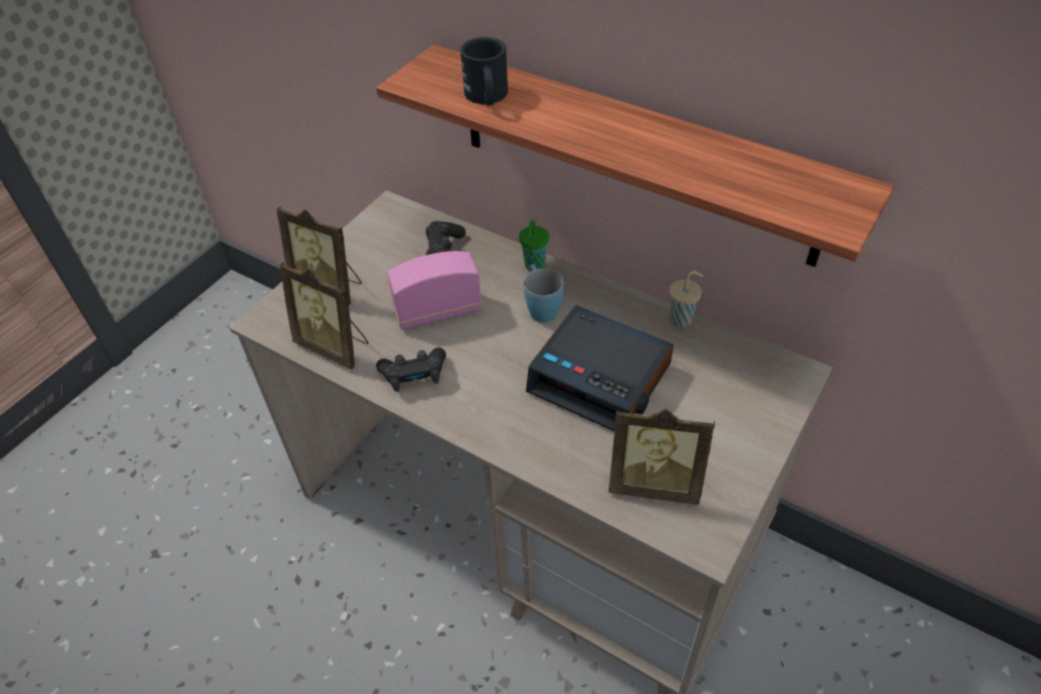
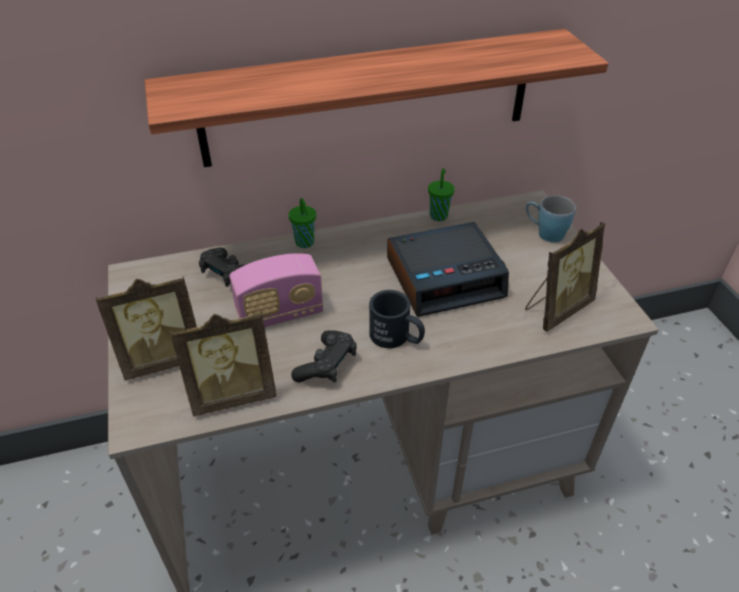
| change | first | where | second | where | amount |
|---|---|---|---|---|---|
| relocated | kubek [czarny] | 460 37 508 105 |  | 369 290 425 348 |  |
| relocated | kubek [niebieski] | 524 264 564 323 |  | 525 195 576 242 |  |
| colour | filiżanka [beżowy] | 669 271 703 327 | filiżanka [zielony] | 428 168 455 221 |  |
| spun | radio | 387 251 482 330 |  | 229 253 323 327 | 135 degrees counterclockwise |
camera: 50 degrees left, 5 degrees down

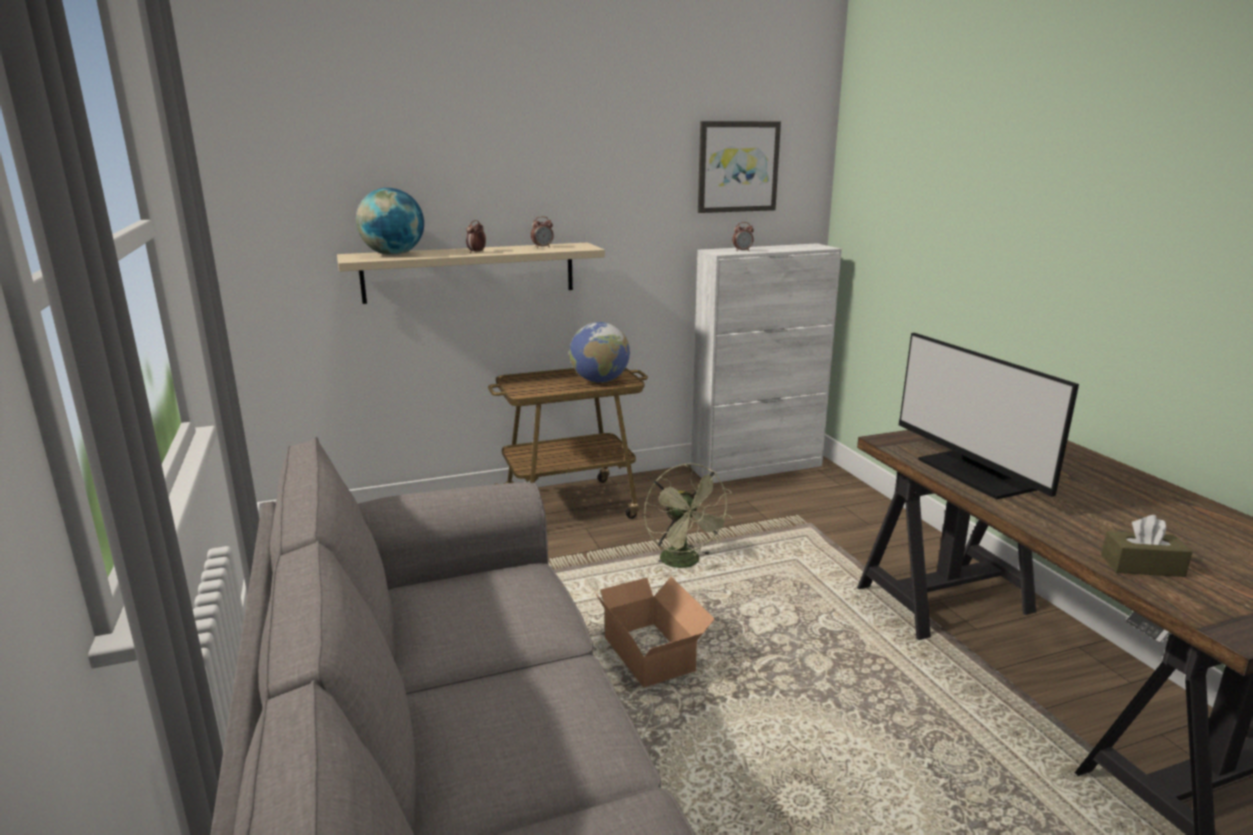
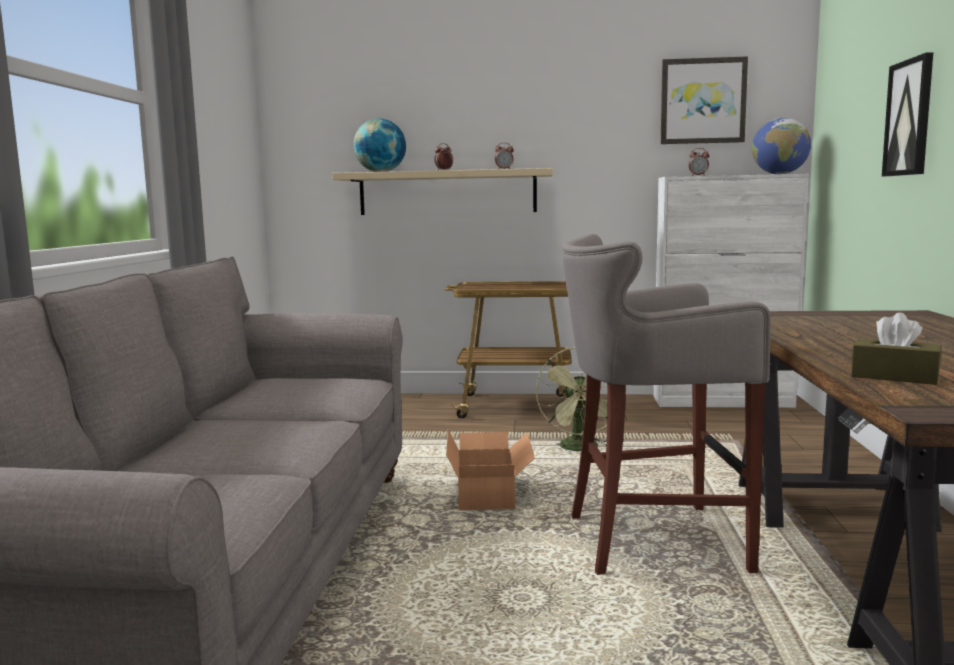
| change | first | where | second | where | amount |
|---|---|---|---|---|---|
| missing | monitor | 899 333 1079 500 |  |  |  |
| appeared |  |  | stołek [szary] | 563 234 771 575 |  |
| appeared |  |  | obraz | 882 52 933 176 |  |
| relocated | globus | 569 322 630 383 |  | 752 118 811 174 |  |
camera: 25 degrees right, 10 degrees down

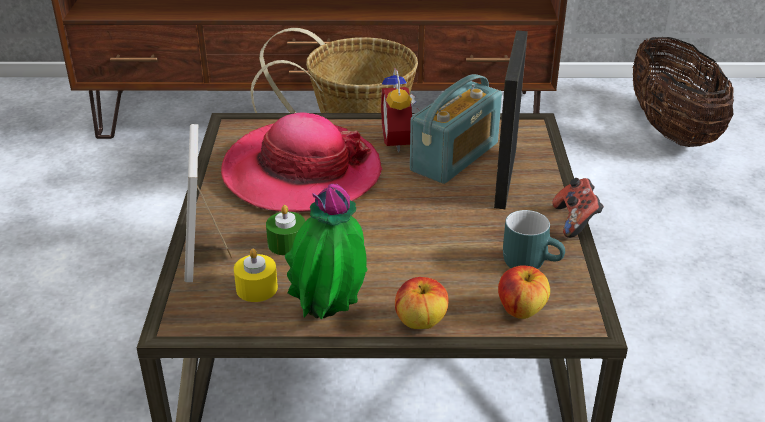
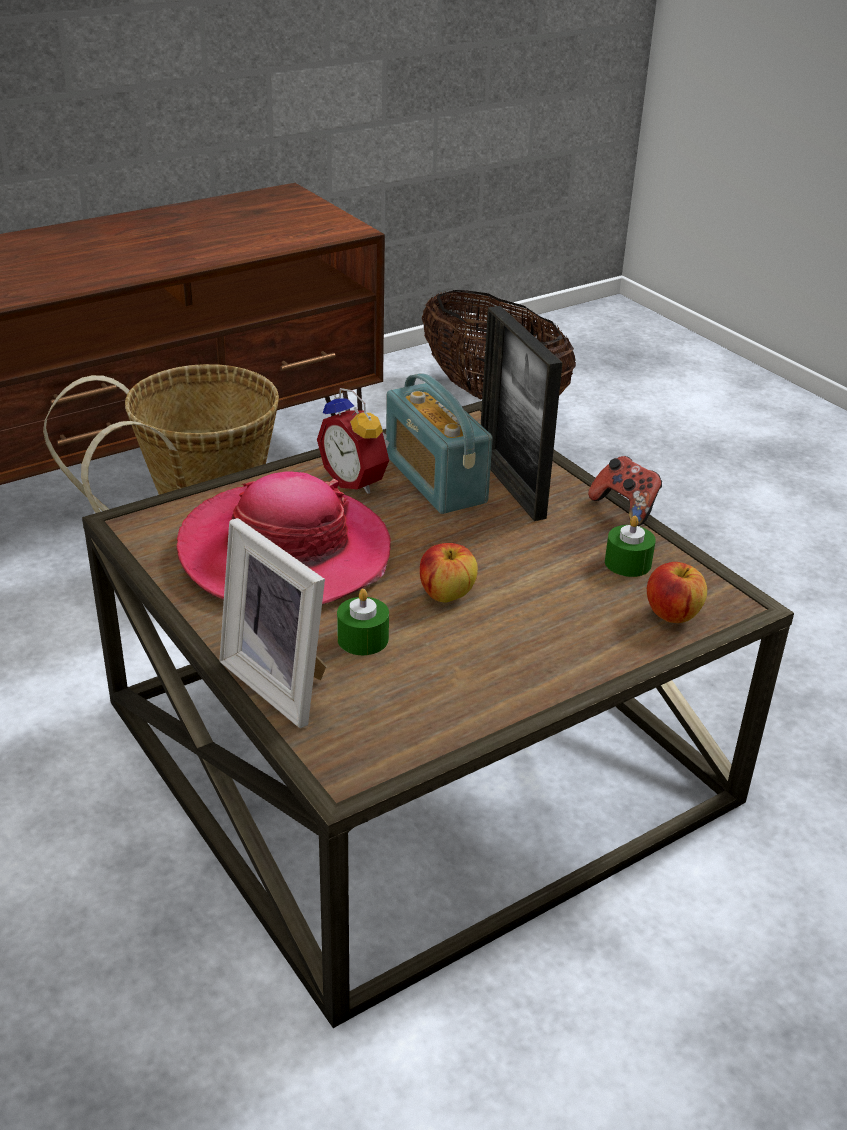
| change | first | where | second | where | amount |
|---|---|---|---|---|---|
| missing | świeca [żółty] | 234 248 278 302 |  |  |  |
| missing | roślina doniczkowa | 285 184 367 319 |  |  |  |
| relocated | jabłko | 395 277 448 329 |  | 420 543 478 603 |  |
| exchanged | kubek [turkusowy] | 503 210 565 269 | świeca [zielony] | 605 516 656 577 |  |
| spun | radio | 410 74 502 184 |  | 386 373 493 514 | 150 degrees clockwise |
camera: 35 degrees left, 0 degrees up

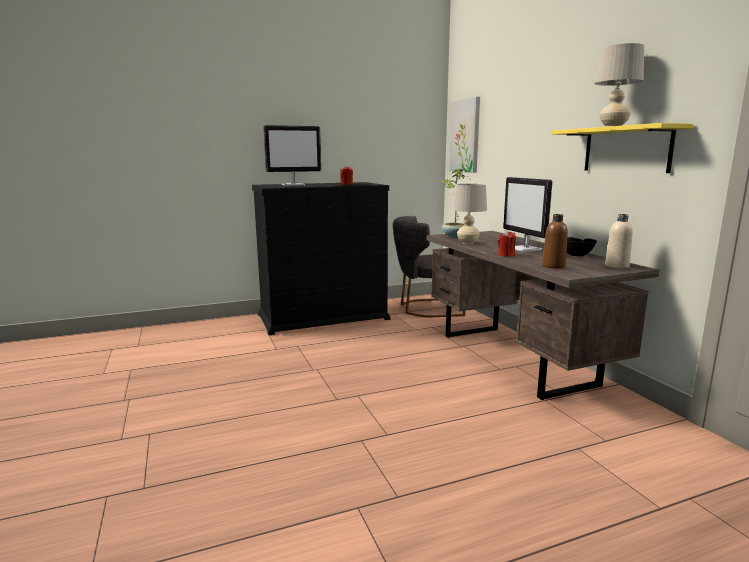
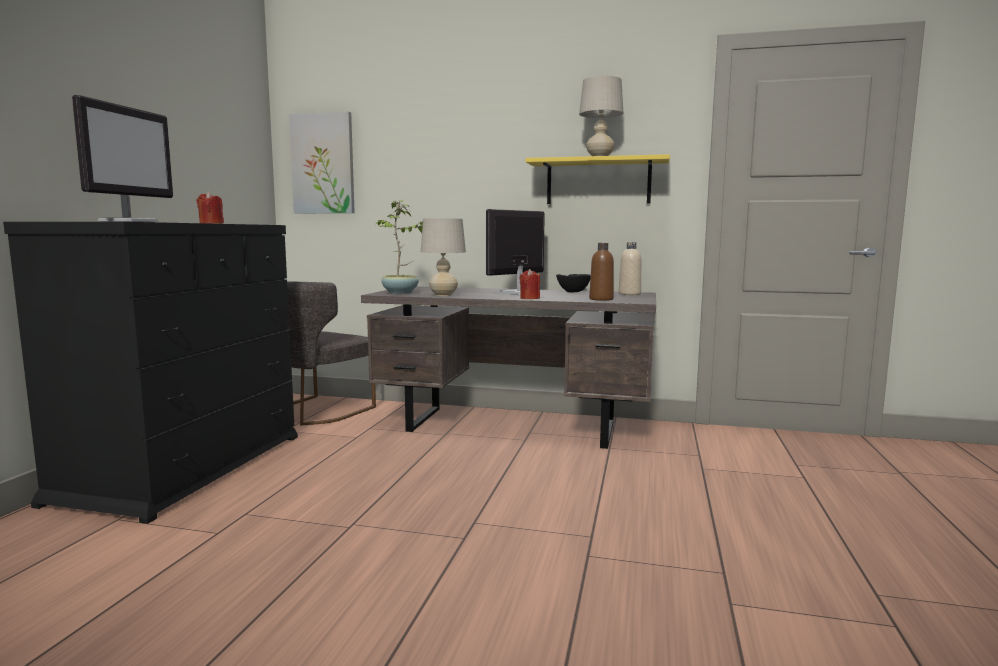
| change | first | where | second | where | amount |
|---|---|---|---|---|---|
| spun | monitor | 503 177 552 252 |  | 486 209 545 295 | 120 degrees clockwise |
camera: 55 degrees left, 5 degrees down

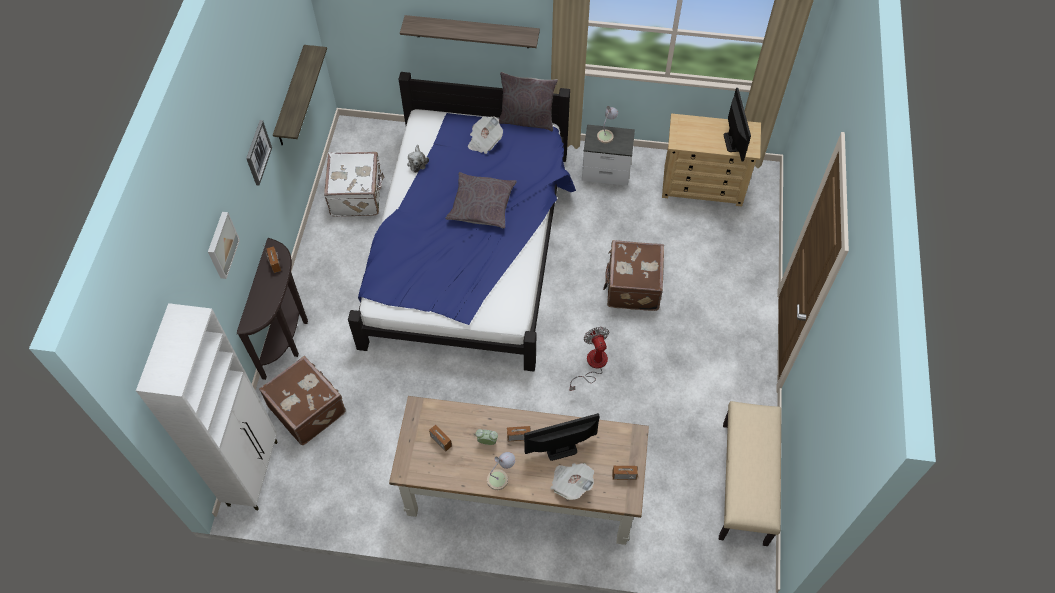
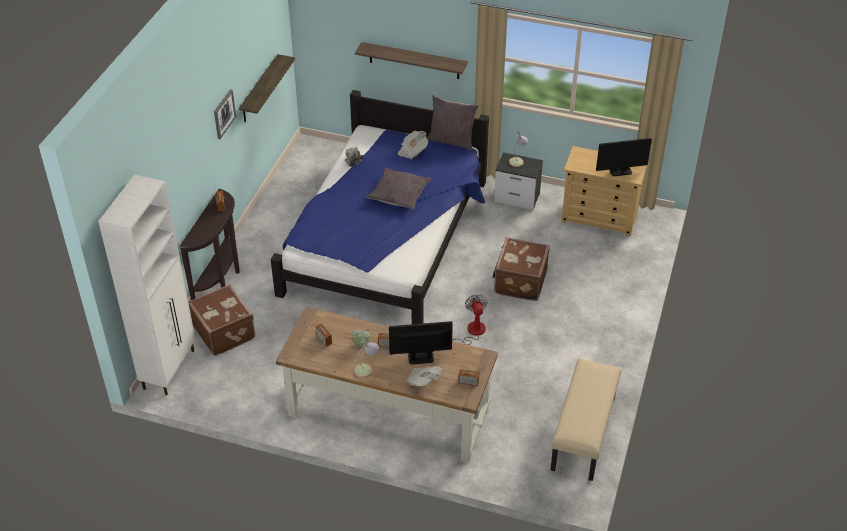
| change | first | where | second | where | amount |
|---|---|---|---|---|---|
| missing | obraz | 208 212 240 279 |  |  |  |
| missing | walizka [biały] | 324 152 384 217 |  |  |  |
| spun | monitor | 724 88 751 161 |  | 596 138 652 176 | 75 degrees clockwise |
camera: 10 degrees right, 15 degrees down

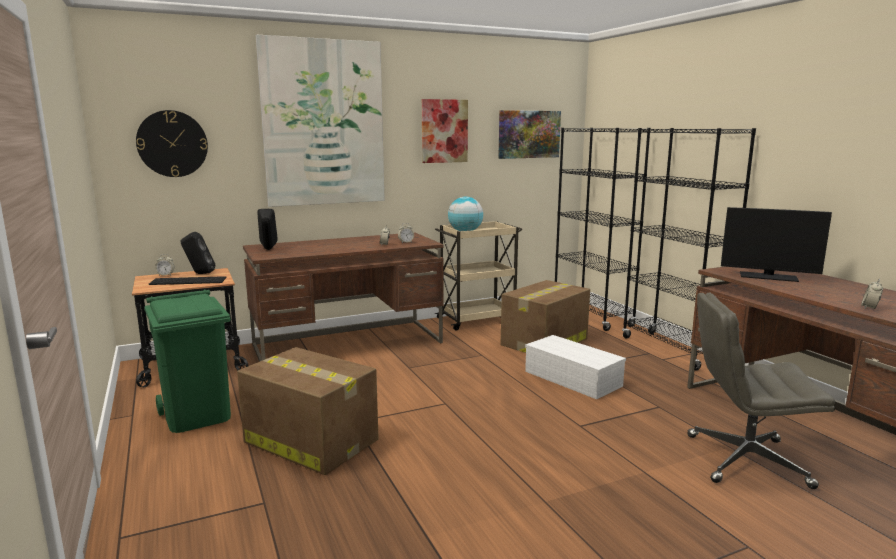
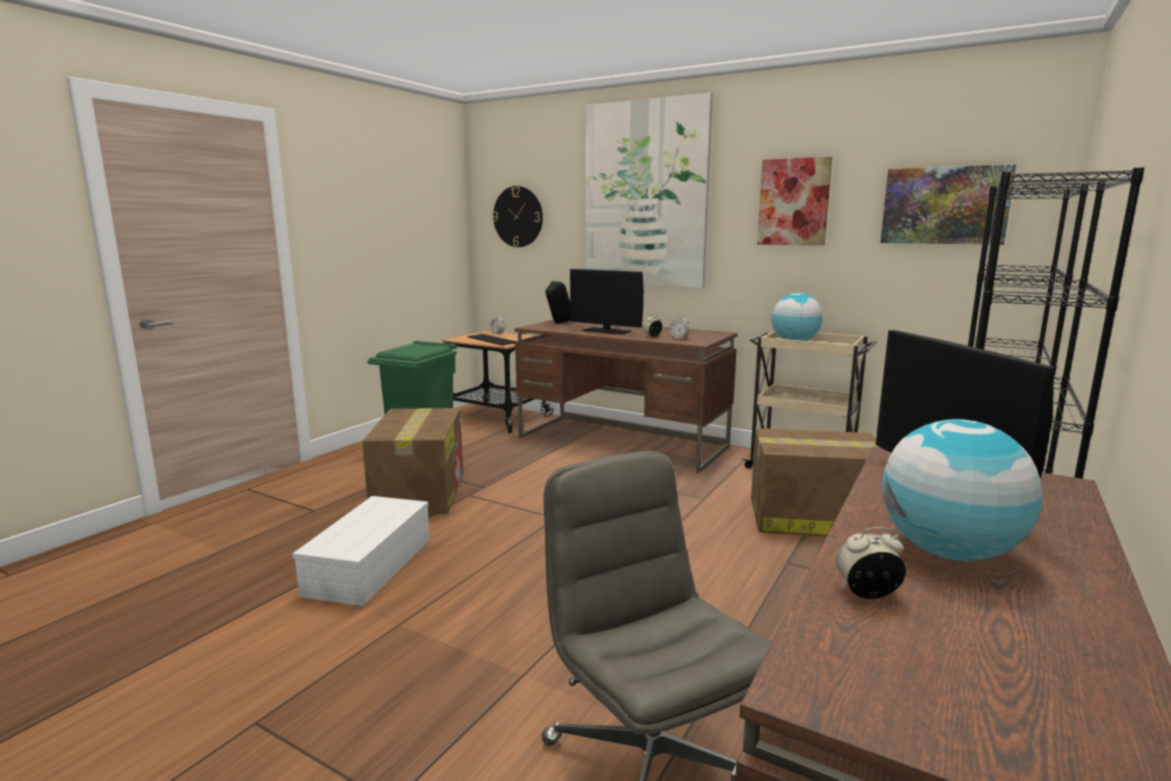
| change | first | where | second | where | amount |
|---|---|---|---|---|---|
| missing | głośnik [czarny] | 181 232 215 274 |  |  |  |
| appeared |  |  | monitor | 570 269 644 334 |  |
| appeared |  |  | globus | 882 419 1043 561 |  |
| relocated | pojemnik do przechowywania [biały] | 525 335 626 399 |  | 292 496 430 606 |  |
camera: 55 degrees right, 0 degrees up

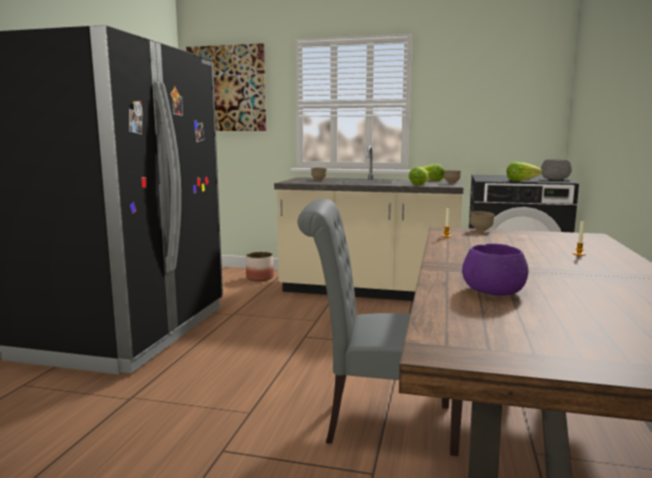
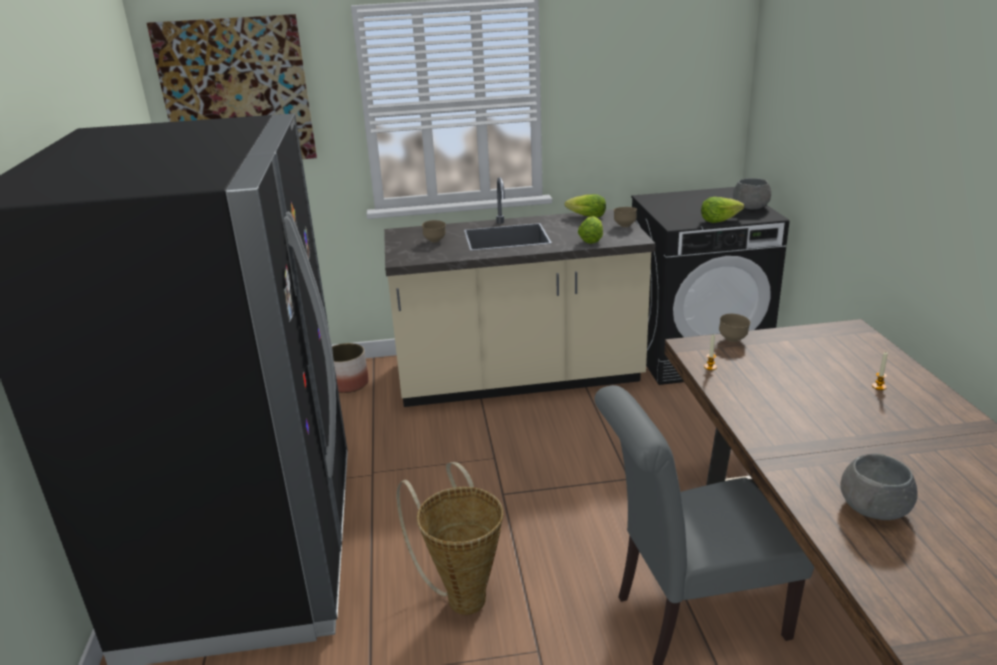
| change | first | where | second | where | amount |
|---|---|---|---|---|---|
| appeared |  |  | koszyk | 397 462 503 615 |  |
| colour | miska [fioletowy] | 462 244 529 296 | miska [szary] | 840 453 918 520 |  |
camera: 20 degrees left, 15 degrees up

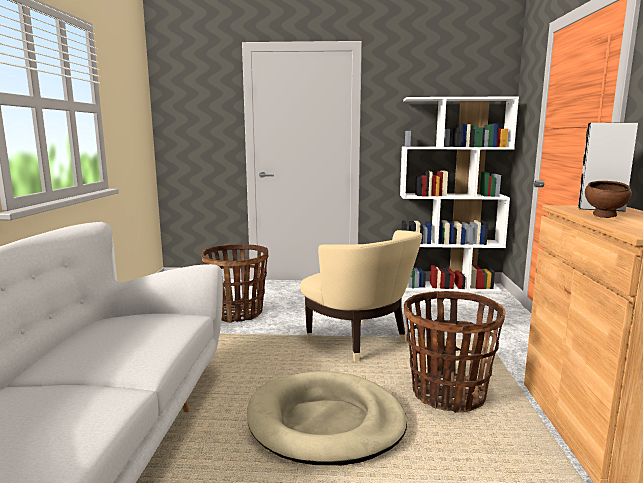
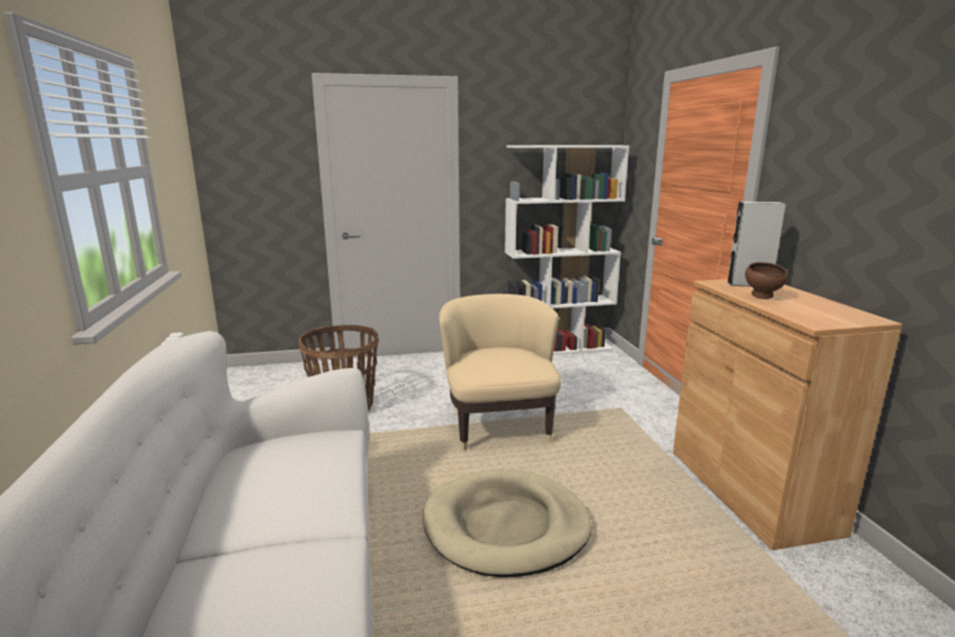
| change | first | where | second | where | amount |
|---|---|---|---|---|---|
| missing | koszyk | 404 291 506 413 |  |  |  |
| spun | fotel [beżowy] | 300 230 422 362 |  | 439 294 561 451 | 135 degrees counterclockwise |
camera: 15 degrees left, 5 degrees up

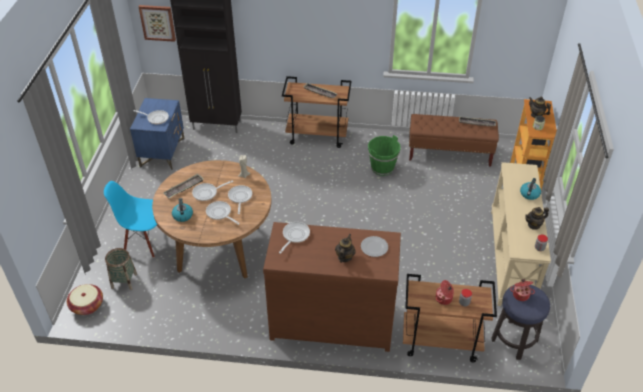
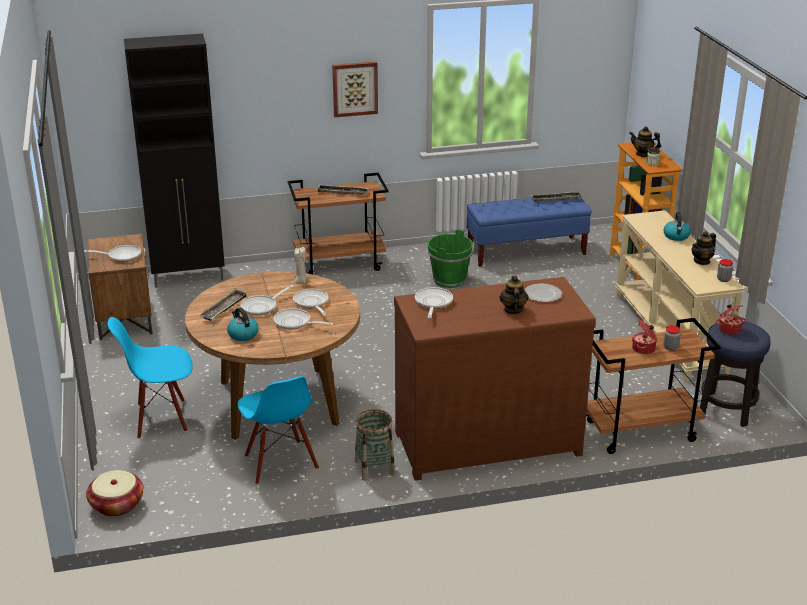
| change | first | where | second | where | amount |
|---|---|---|---|---|---|
| appeared |  |  | krzesło [niebieski] | 238 376 319 484 |  |
| relocated | koszyk | 105 248 137 290 |  | 355 409 395 481 |  |
| relocated | obraz | 139 5 176 42 |  | 332 61 378 117 |  |
| colour | szafka nocna [niebieski] | 130 98 185 170 | szafka nocna [brązowy] | 88 234 153 341 |  |
| colour | ławka [brązowy] | 409 114 499 167 | ławka [niebieski] | 466 197 592 267 |  |
camera: 20 degrees left, 15 degrees down

